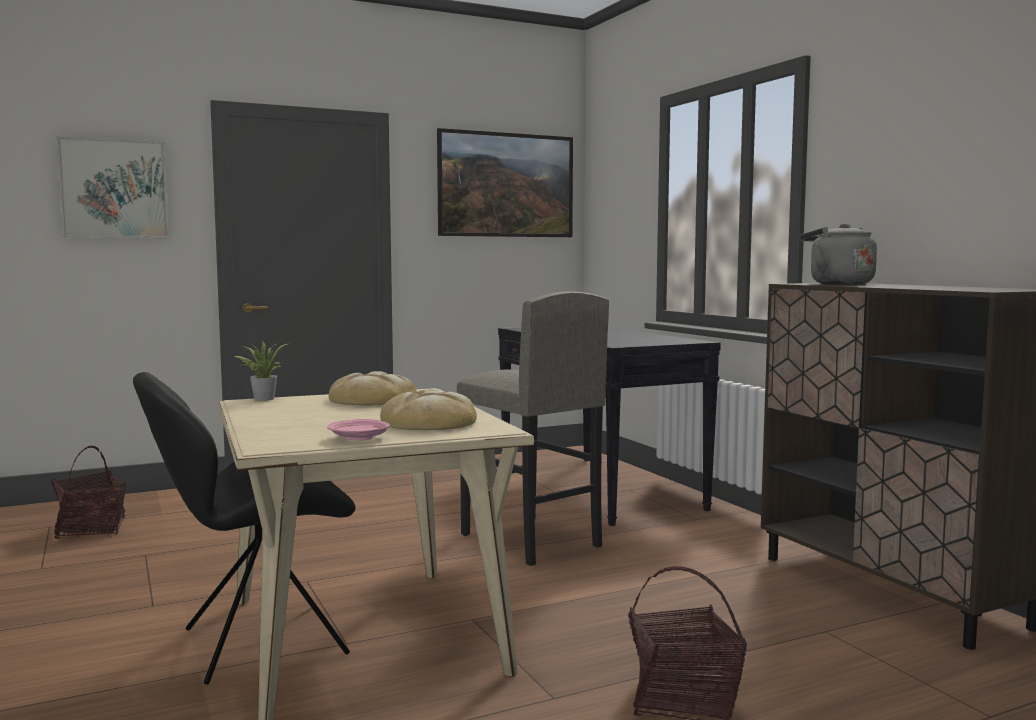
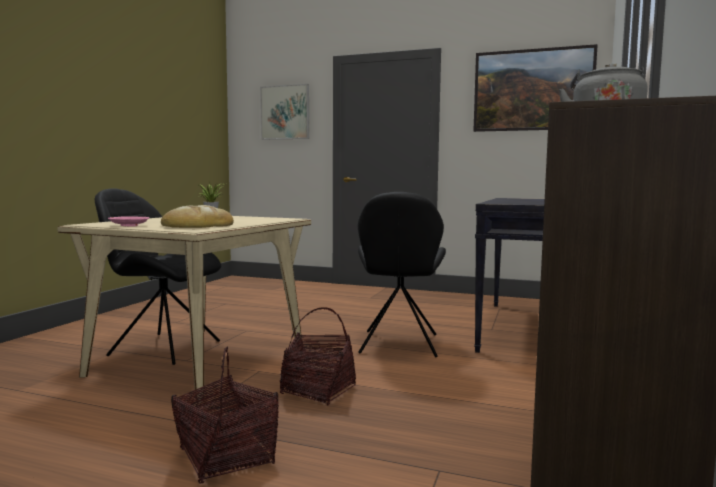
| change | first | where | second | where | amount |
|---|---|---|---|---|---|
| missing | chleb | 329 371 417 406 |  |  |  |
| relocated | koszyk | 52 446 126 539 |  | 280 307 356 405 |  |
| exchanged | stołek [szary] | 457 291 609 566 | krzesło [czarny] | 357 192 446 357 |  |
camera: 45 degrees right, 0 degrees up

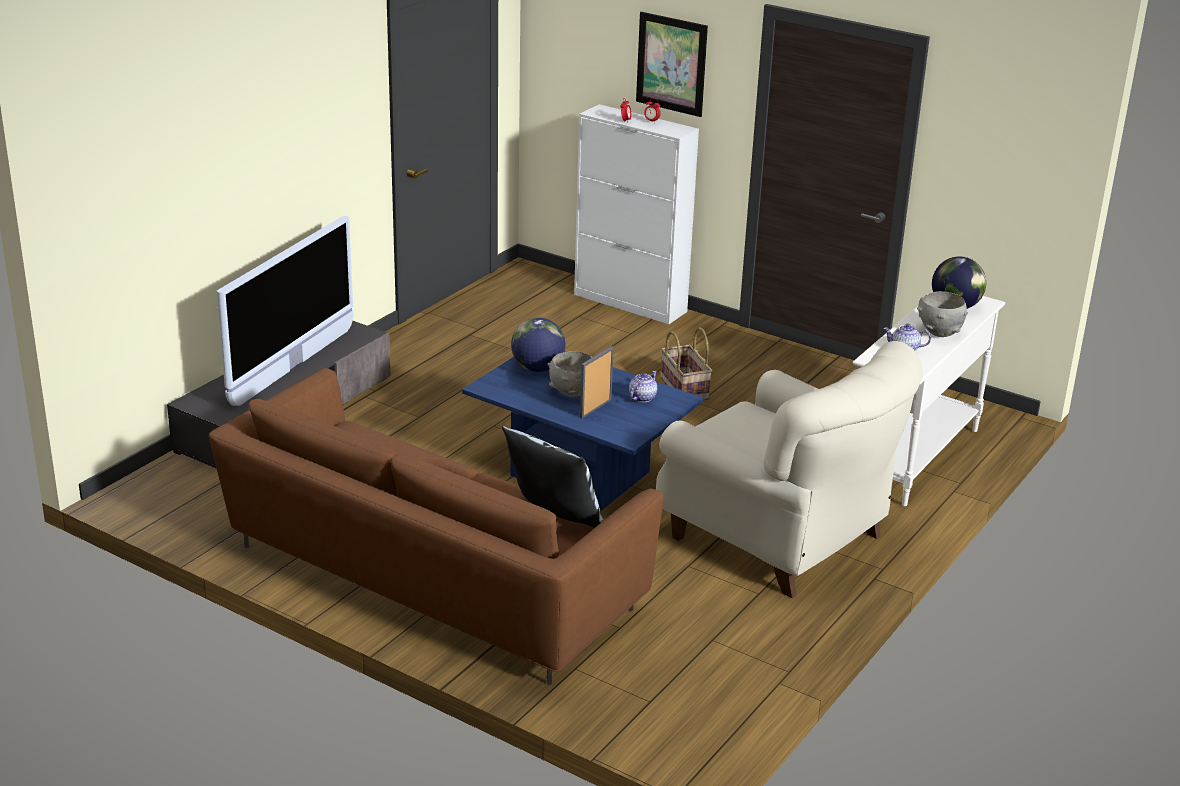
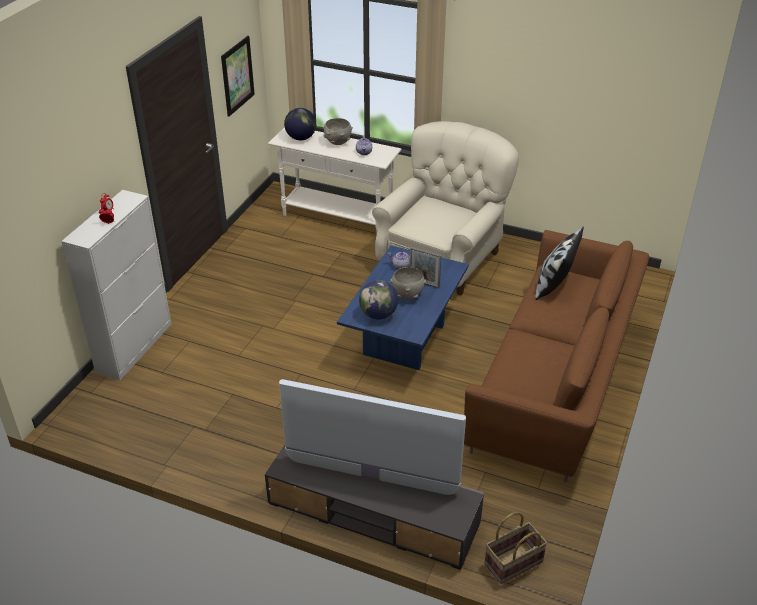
| change | first | where | second | where | amount |
|---|---|---|---|---|---|
| relocated | obraz | 636 12 708 117 |  | 221 36 255 117 |  |
| relocated | koszyk | 661 327 712 400 |  | 485 512 548 584 |  |
camera: 100 degrees left, 10 degrees up

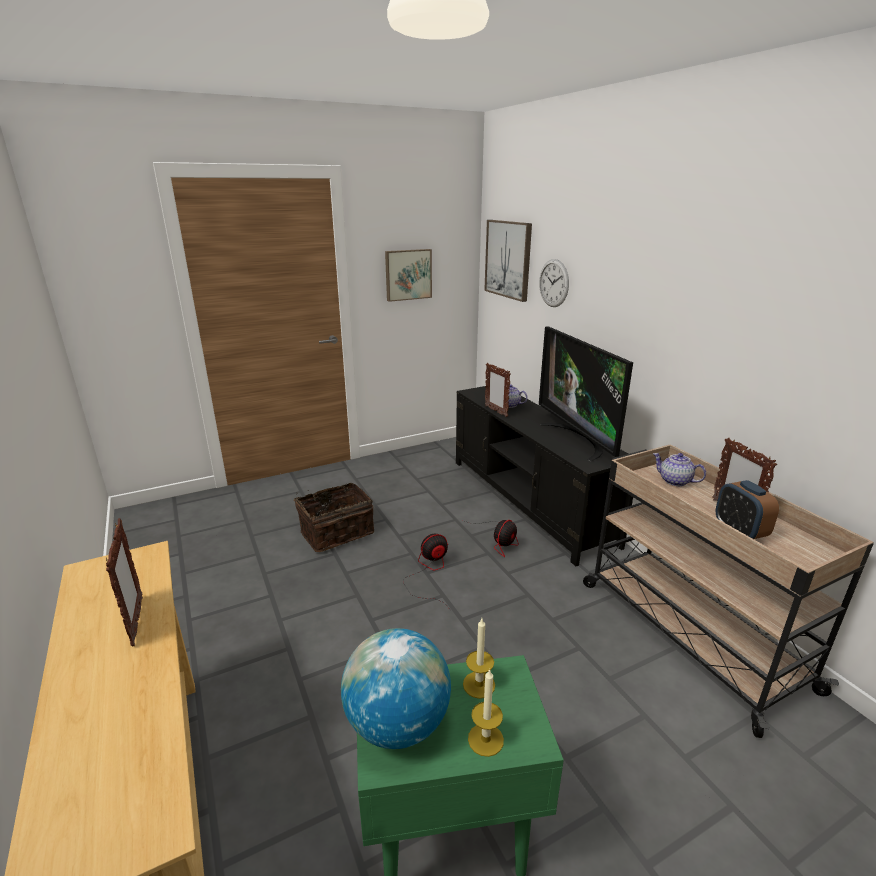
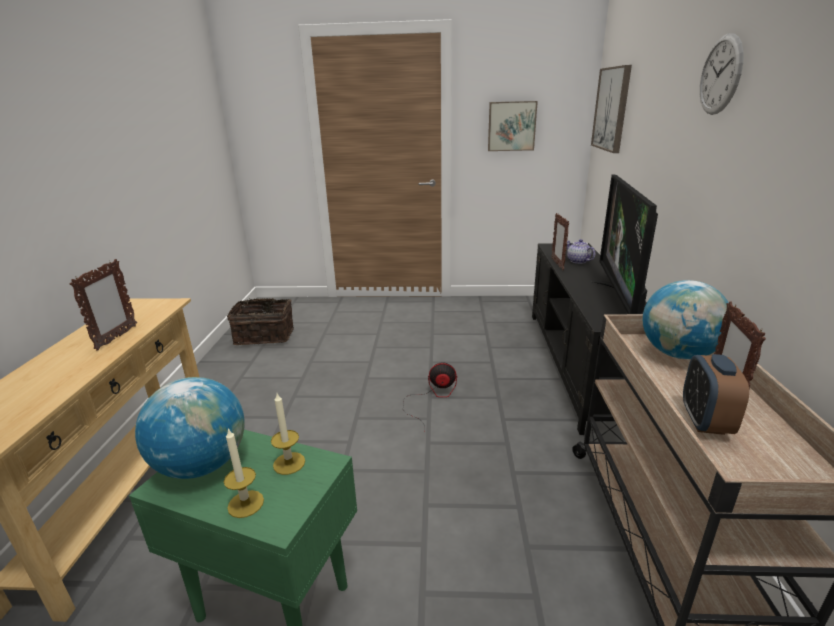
| change | first | where | second | where | amount |
|---|---|---|---|---|---|
| missing | wentylator | 463 520 519 557 |  |  |  |
| relocated | koszyk | 294 483 374 552 |  | 227 298 294 345 |  |
| relocated | zegar ścienny | 539 259 569 307 |  | 699 33 743 115 |  |
| exchanged | imbryk | 653 453 706 486 | globus | 643 280 729 359 |  |
camera: 30 degrees right, 0 degrees up

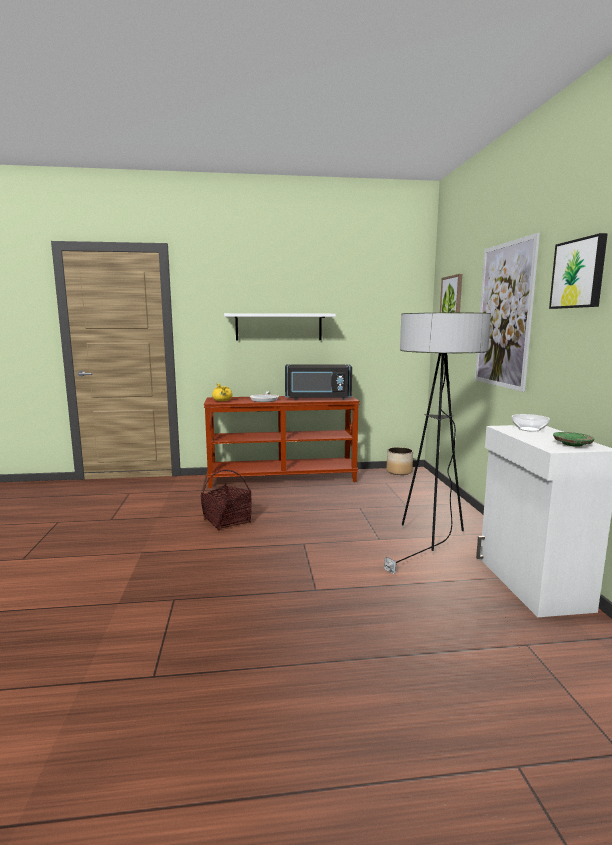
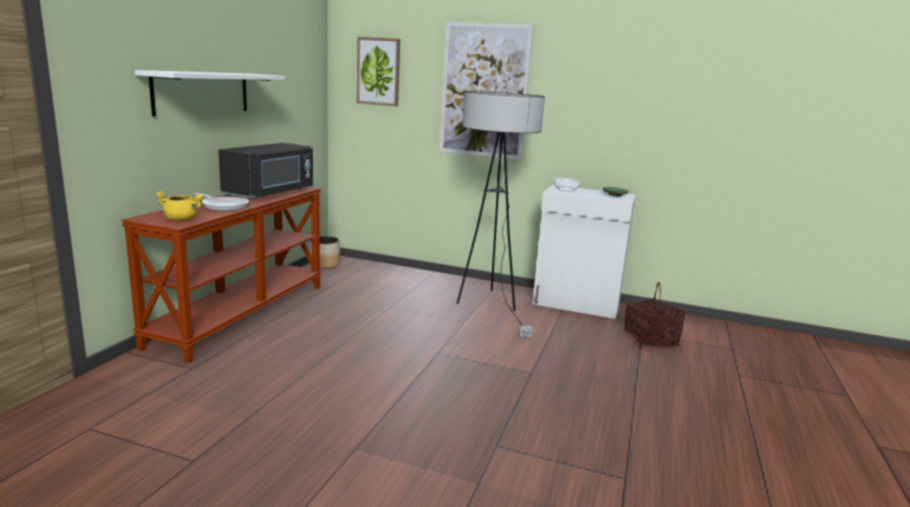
| change | first | where | second | where | amount |
|---|---|---|---|---|---|
| missing | obraz | 549 233 608 309 |  |  |  |
| relocated | koszyk | 201 470 252 530 |  | 624 282 685 348 |  |
camera: 65 degrees left, 5 degrees up

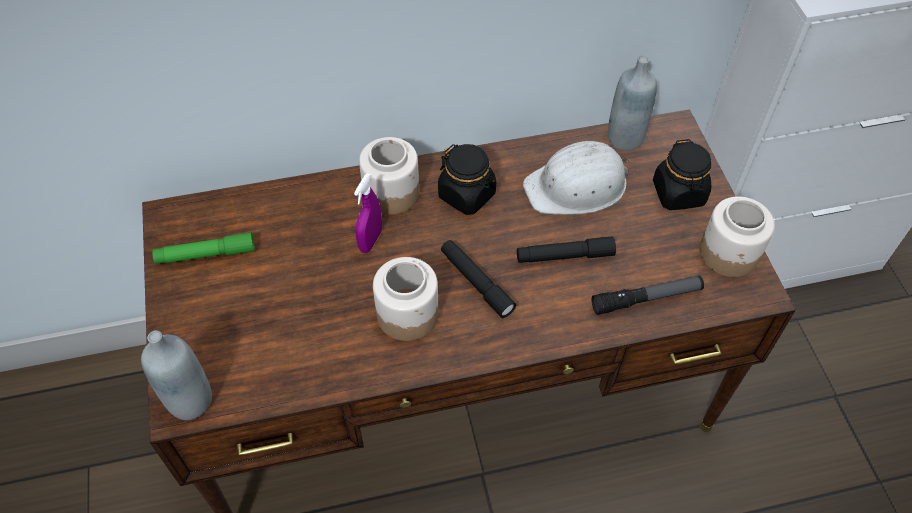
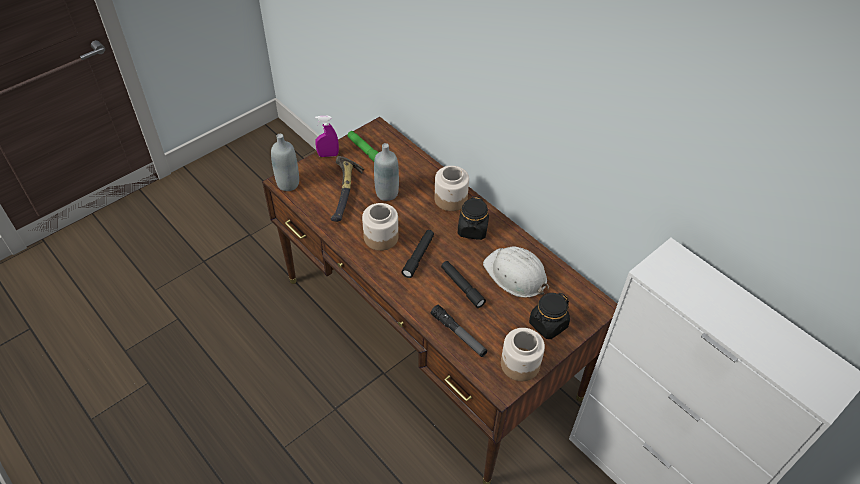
| change | first | where | second | where | amount |
|---|---|---|---|---|---|
| appeared |  |  | młotek | 331 156 364 222 |  |
| relocated | spryskiwacz [fioletowy] | 354 173 382 253 |  | 315 116 339 157 |  |
| relocated | butelka [szary] | 608 55 657 151 |  | 374 143 399 201 |  |
camera: 60 degrees right, 5 degrees down

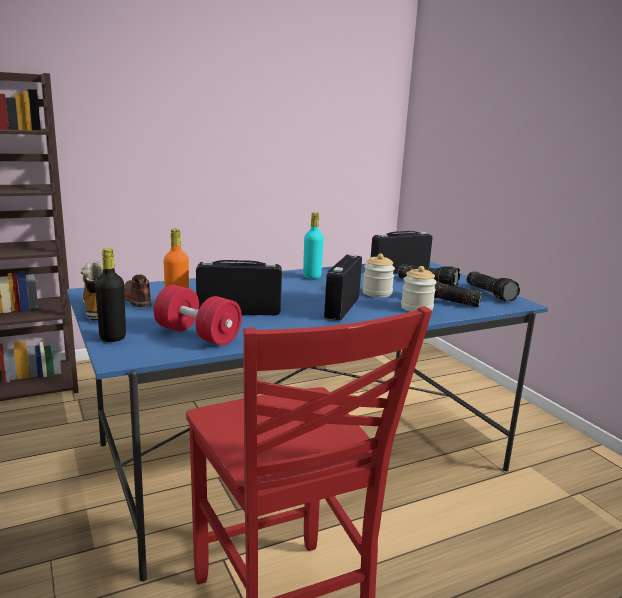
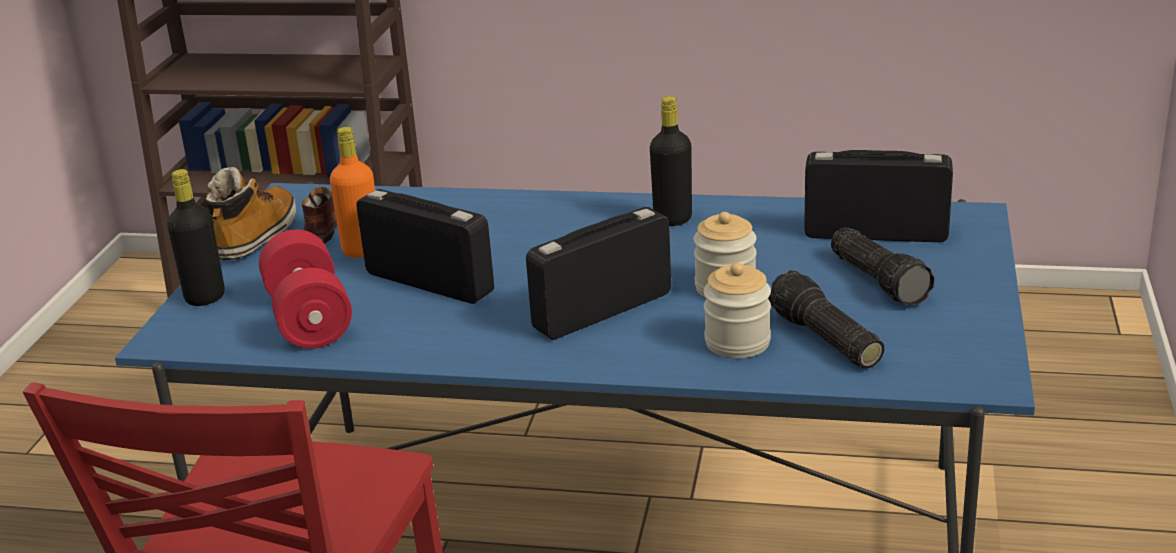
| change | first | where | second | where | amount |
|---|---|---|---|---|---|
| missing | latarka | 467 271 520 301 |  |  |  |
| colour | butelka [turkusowy] | 303 212 324 279 | butelka [czarny] | 650 96 692 226 |  |
camera: 40 degrees right, 10 degrees up

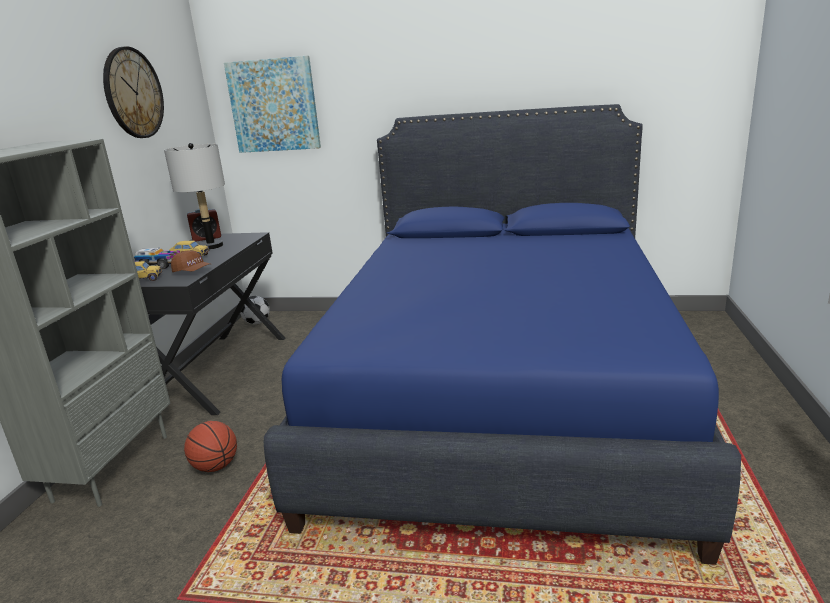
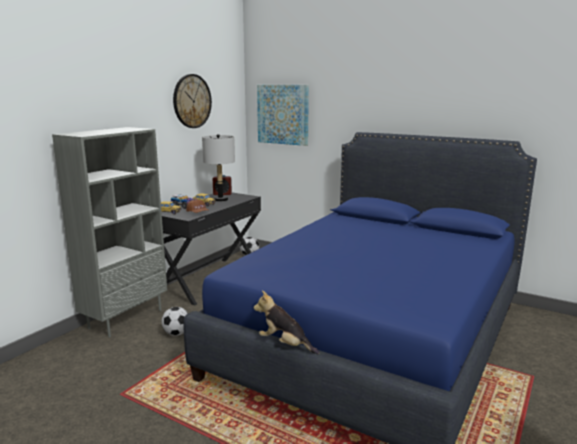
| change | first | where | second | where | amount |
|---|---|---|---|---|---|
| appeared |  |  | pluszak | 254 291 319 354 |  |
| exchanged | piłka do koszykówki | 184 421 237 472 | piłka futbolowa | 161 307 188 336 |  |
camera: 20 degrees right, 5 degrees down

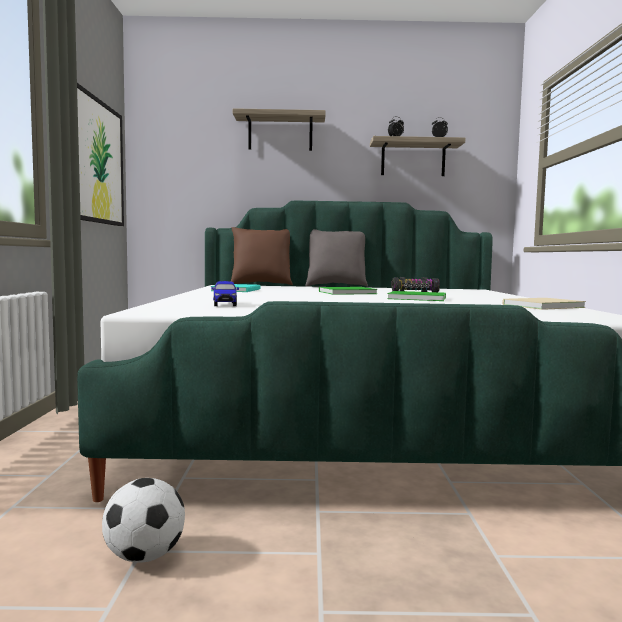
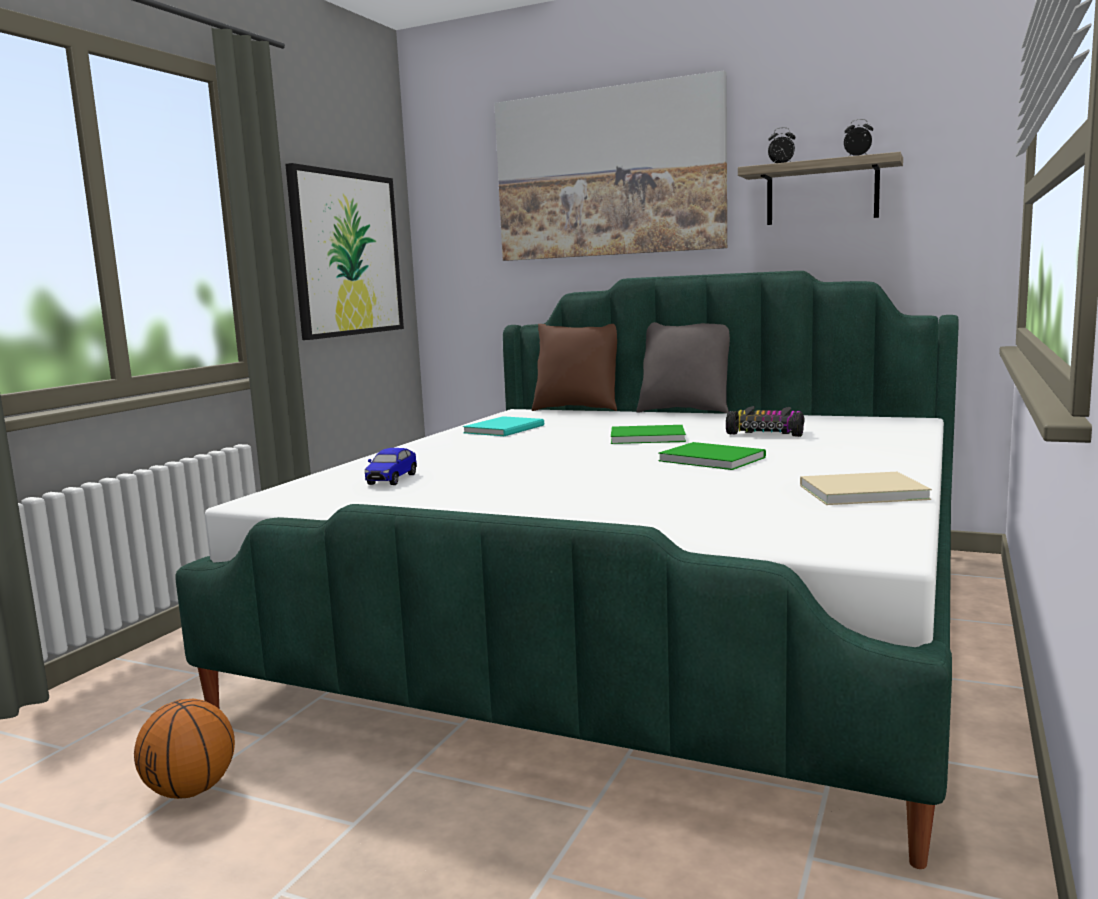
| change | first | where | second | where | amount |
|---|---|---|---|---|---|
| exchanged | piłka futbolowa | 102 478 185 563 | piłka do koszykówki | 134 699 235 799 |  |
| exchanged | półka | 233 108 326 151 | obraz | 494 70 727 261 |  |
camera: 25 degrees right, 5 degrees up

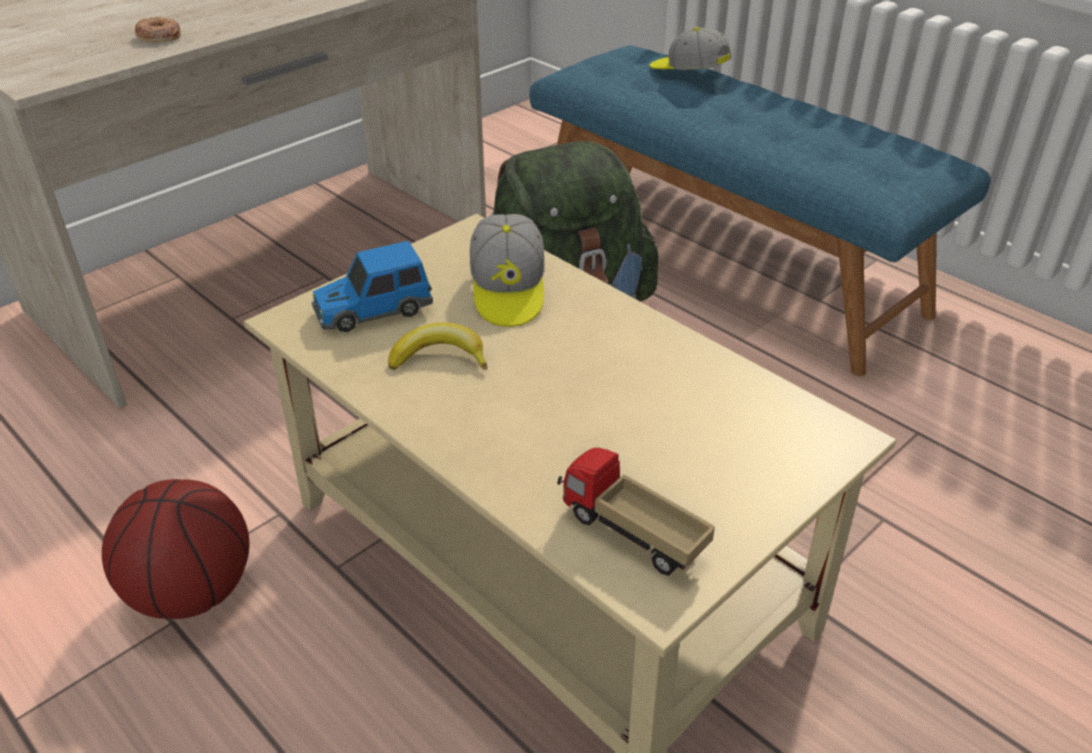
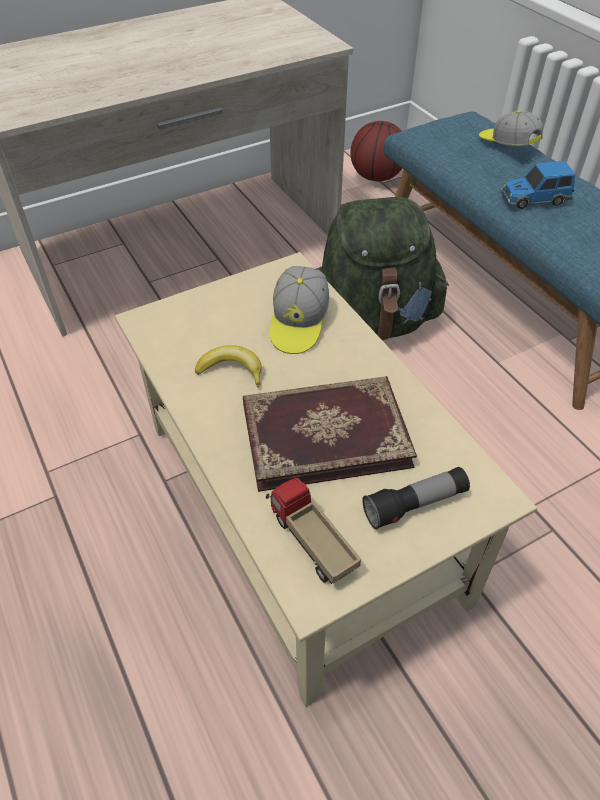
| change | first | where | second | where | amount |
|---|---|---|---|---|---|
| missing | donut | 135 16 181 42 |  |  |  |
| appeared |  |  | książka | 243 376 417 492 |  |
| appeared |  |  | latarka | 362 467 470 530 |  |
| relocated | piłka do koszykówki | 102 479 249 619 |  | 350 121 402 182 |  |
| relocated | samochodzik | 312 241 433 332 |  | 501 161 575 209 |  |
camera: 15 degrees right, 10 degrees up

